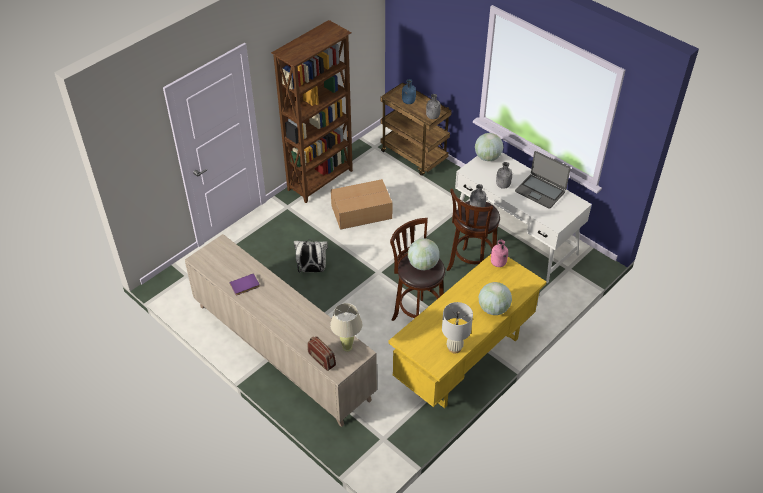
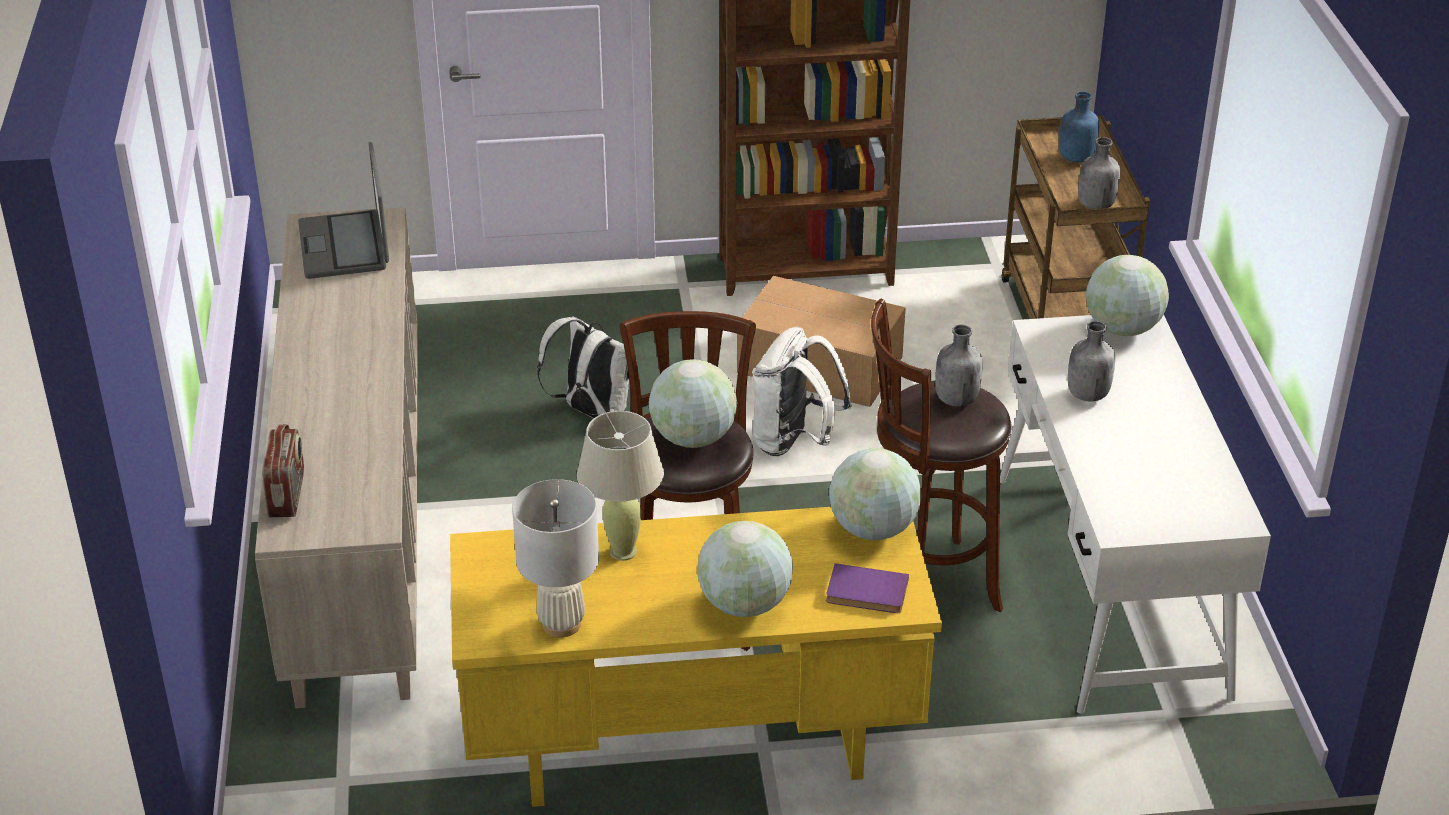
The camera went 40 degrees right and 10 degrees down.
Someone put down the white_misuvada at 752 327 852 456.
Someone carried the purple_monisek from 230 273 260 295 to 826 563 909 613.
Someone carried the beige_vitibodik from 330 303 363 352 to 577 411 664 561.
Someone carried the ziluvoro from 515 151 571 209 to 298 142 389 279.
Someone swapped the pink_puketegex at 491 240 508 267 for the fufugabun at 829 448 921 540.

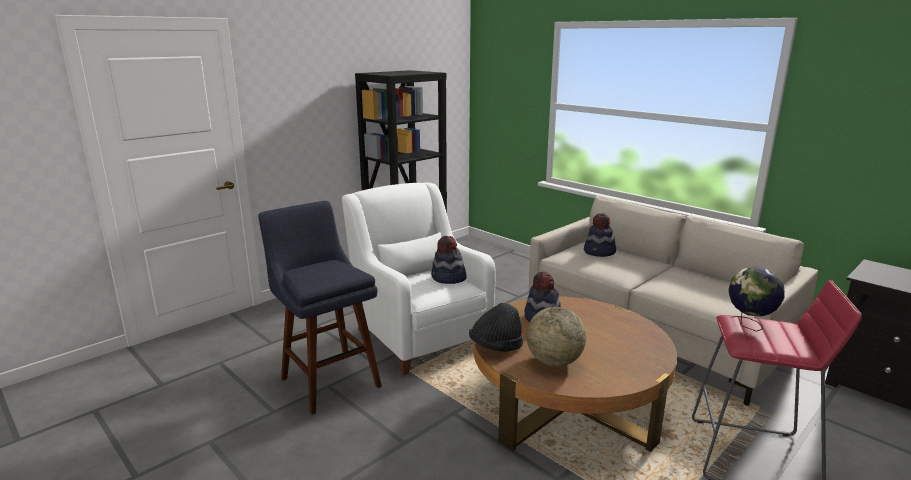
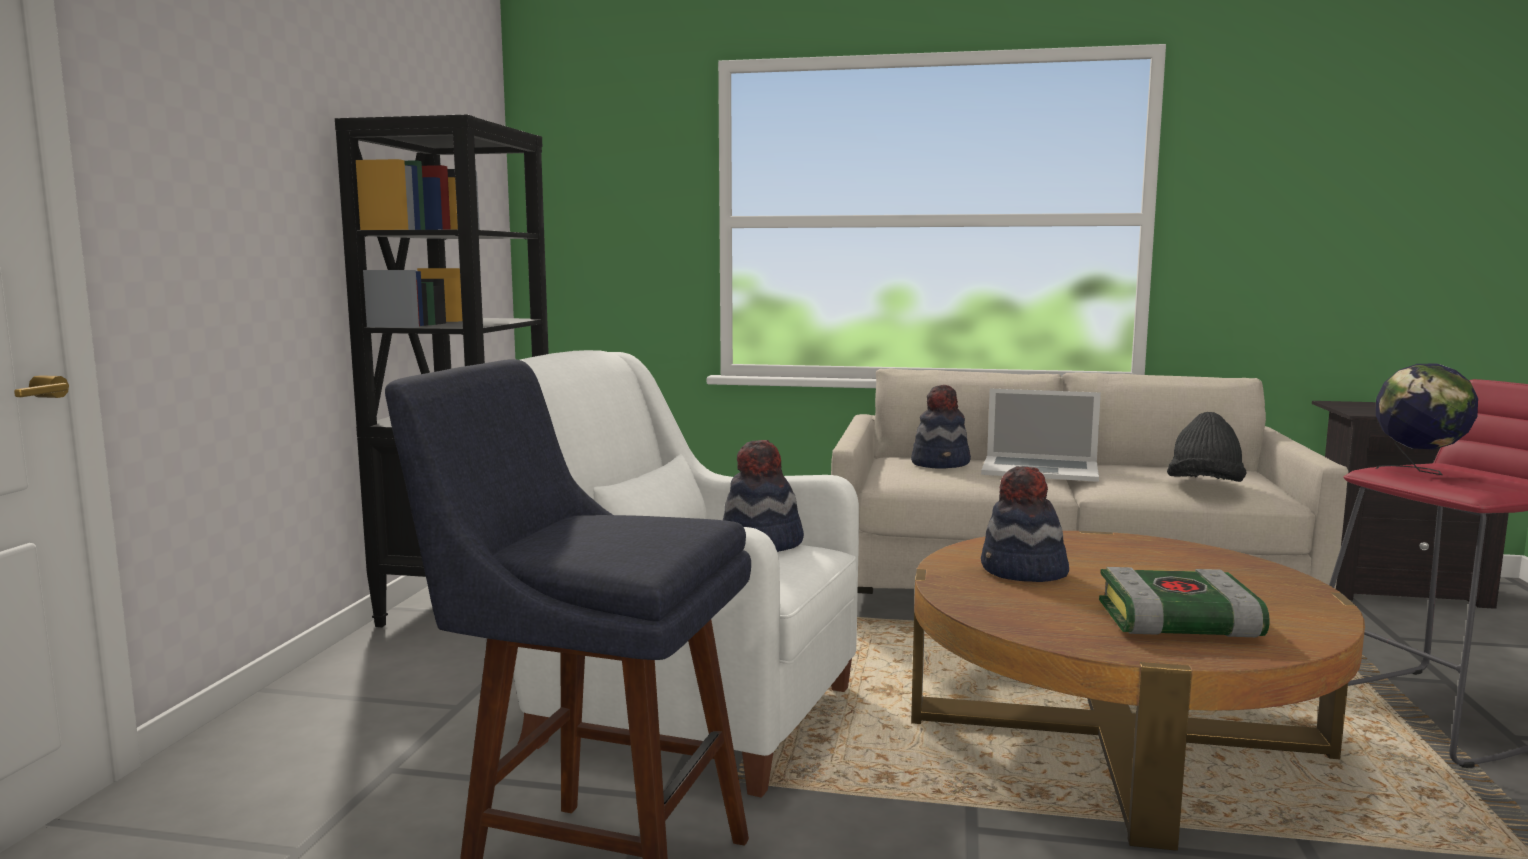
The camera went 35 degrees left and 10 degrees down.
Someone put down the ziluvoro at 981 389 1101 482.
Someone carried the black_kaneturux from 469 303 523 352 to 1167 412 1247 482.
Someone swapped the fufugabun at 526 307 586 367 for the monisek at 1099 567 1270 637.

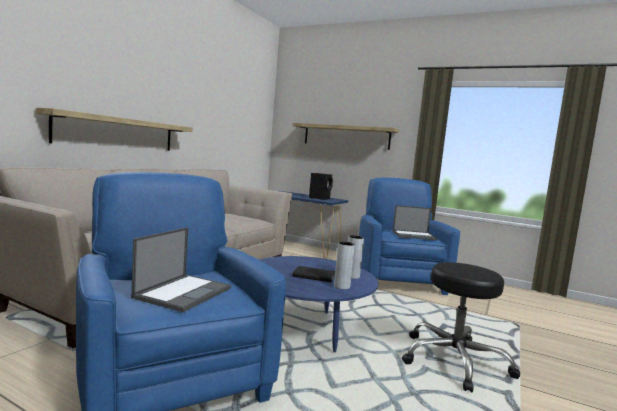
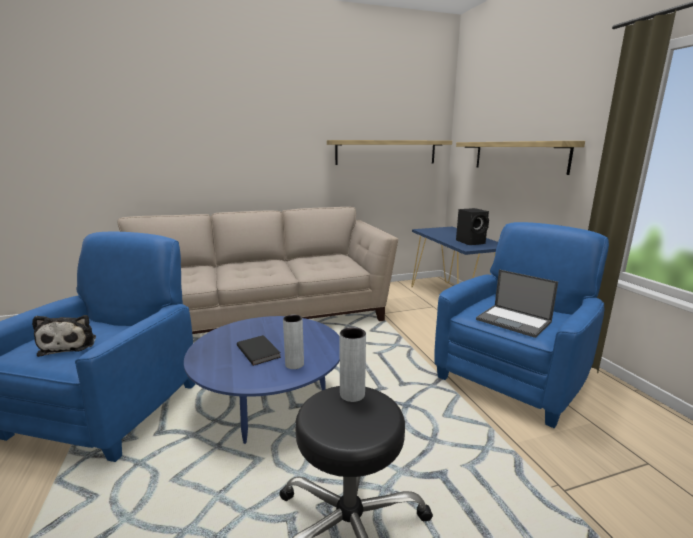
The camera went 45 degrees right and 10 degrees up.
Someone carried the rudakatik from 36 108 193 151 to 327 140 452 165.
Someone carried the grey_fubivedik from 334 242 355 289 to 339 327 366 402.
Someone swapped the ziluvoro at 131 227 231 312 for the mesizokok at 32 315 96 357.

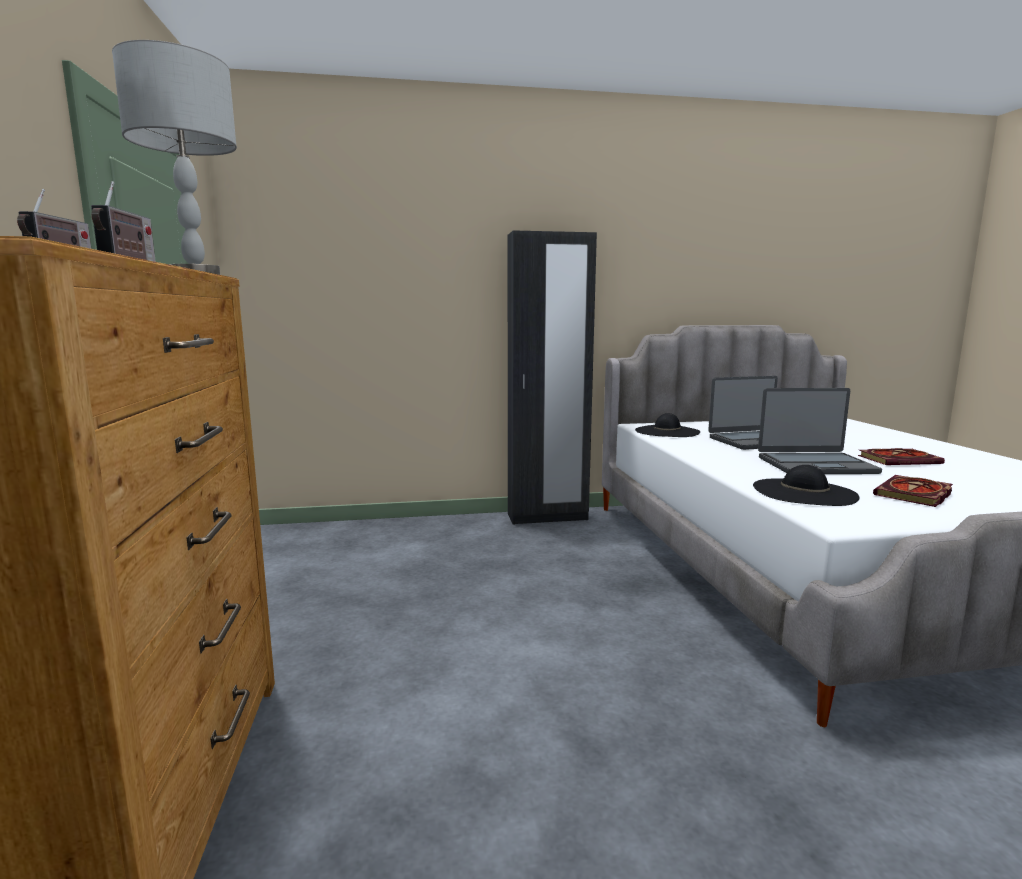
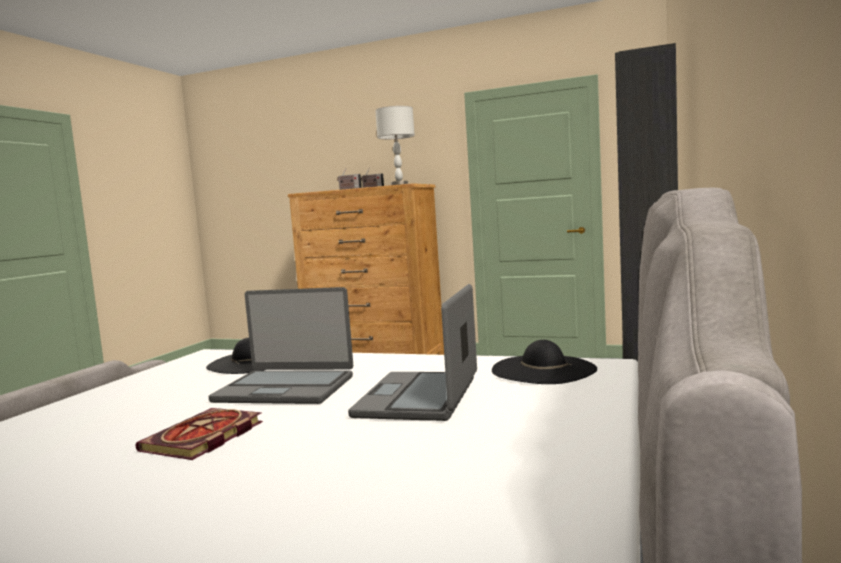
The camera went 120 degrees right and 5 degrees down.
Someone took away the monisek at 873 475 953 507.
Someone rotated the ziluvoro at 758 388 882 474 by 105 degrees counterclockwise.

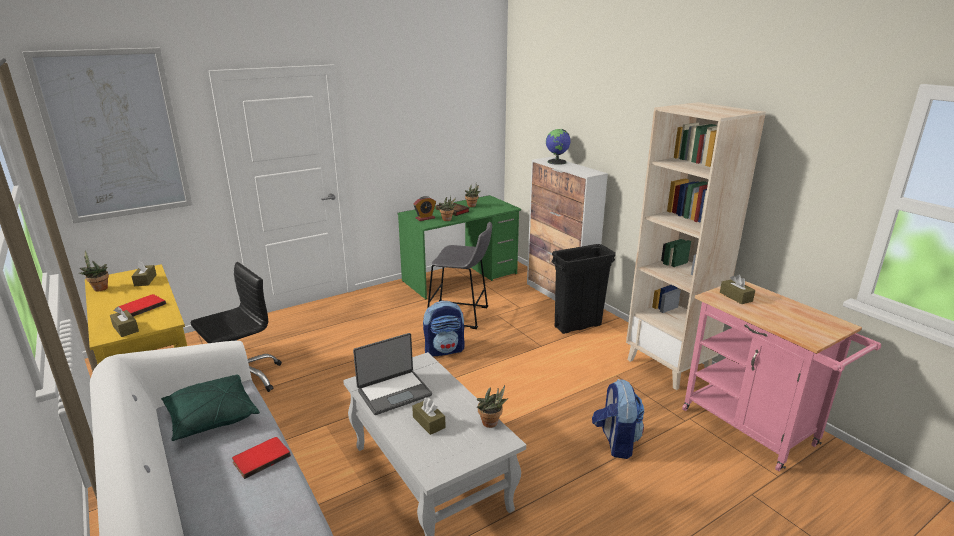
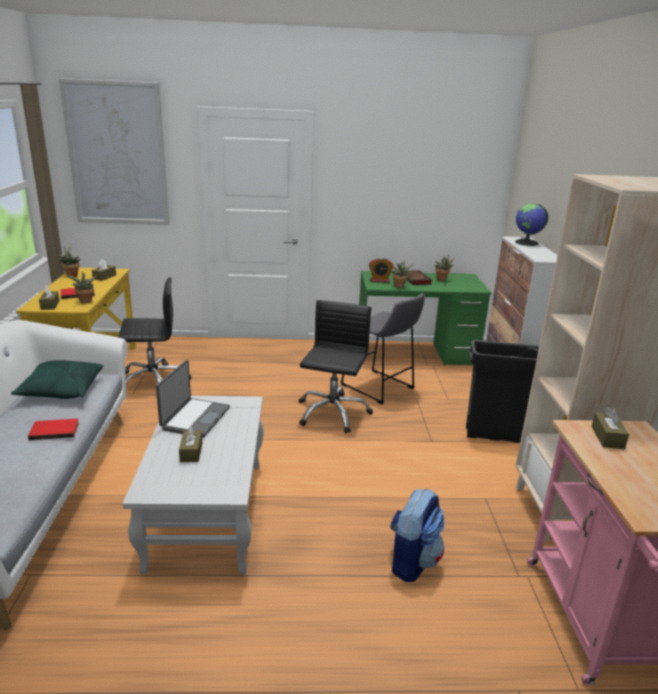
The camera went 30 degrees right and 0 degrees up.
Someone carried the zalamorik from 477 385 508 428 to 67 272 97 303.
Someone swapped the misuvada at 423 301 465 357 for the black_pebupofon at 299 300 373 434.
Someone rotated the ziluvoro at 353 333 432 415 by 75 degrees counterclockwise.

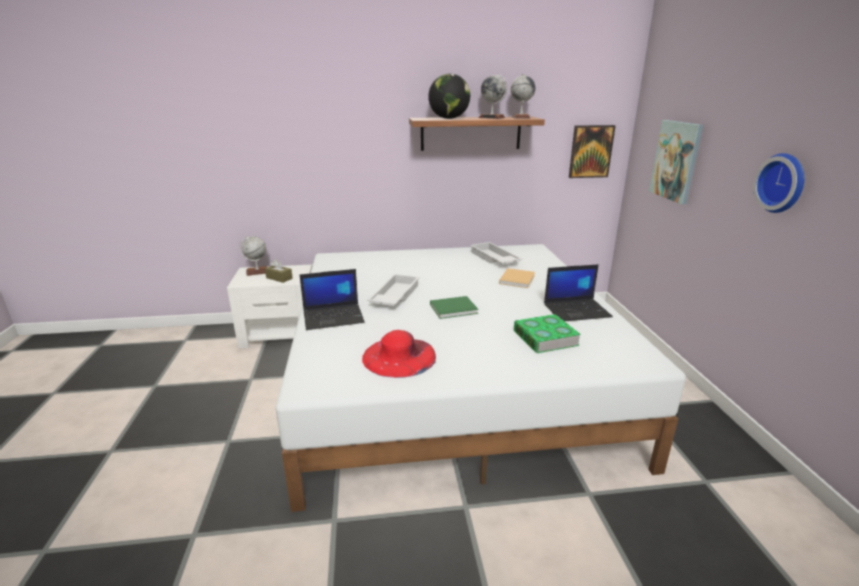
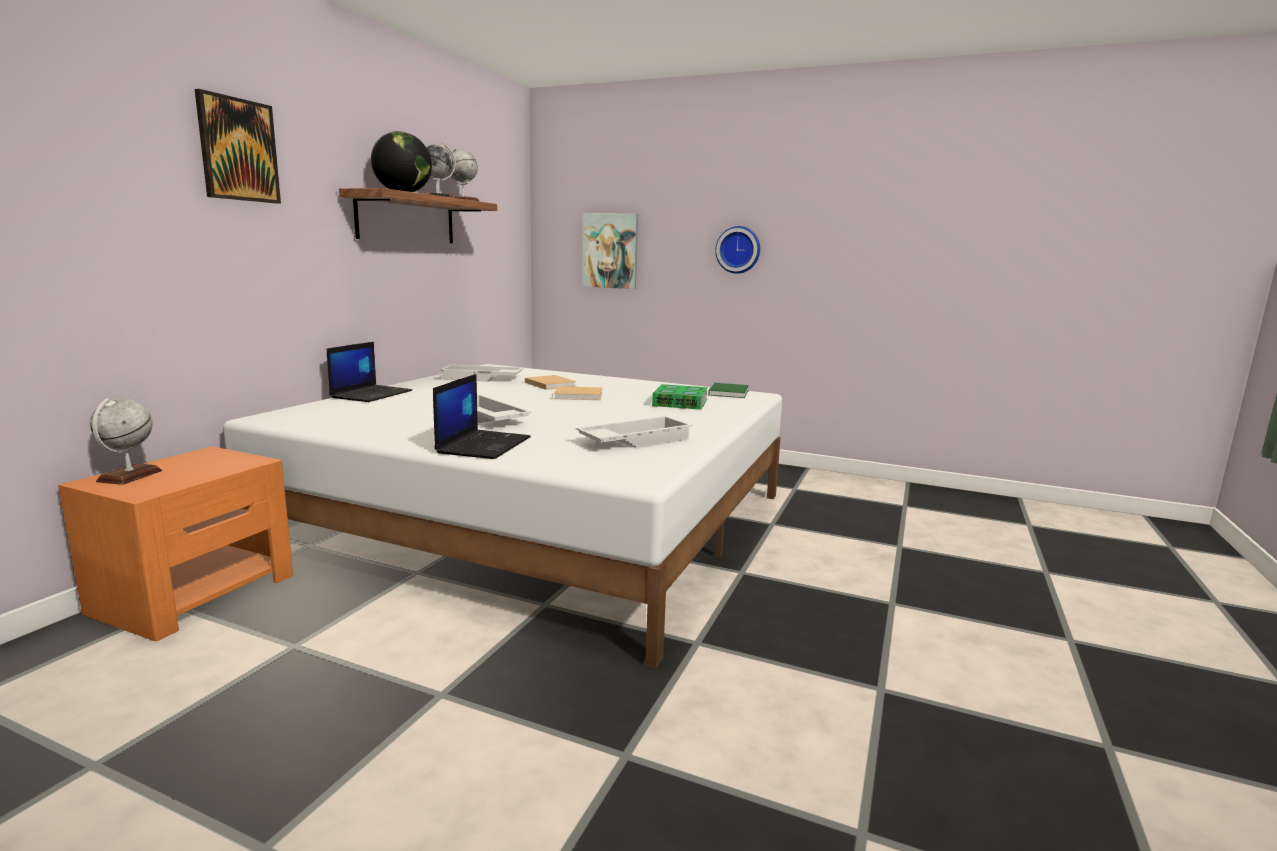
The camera went 60 degrees left and 10 degrees down.
Someone took away the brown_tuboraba at 265 259 293 283.
Someone put down the beige_monisek at 554 386 602 400.
Someone carried the green_monisek from 430 296 479 319 to 708 383 749 398.
Someone carried the ziluvoro from 544 264 613 321 to 327 342 412 402.
Someone carried the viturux from 569 125 616 178 to 195 89 281 204.
Someone swapped the red_kaneturux at 362 330 436 378 for the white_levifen at 576 416 693 448.
Someone repainted the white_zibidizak at 227 265 312 348, which became the orange_zibidizak at 58 446 293 641.

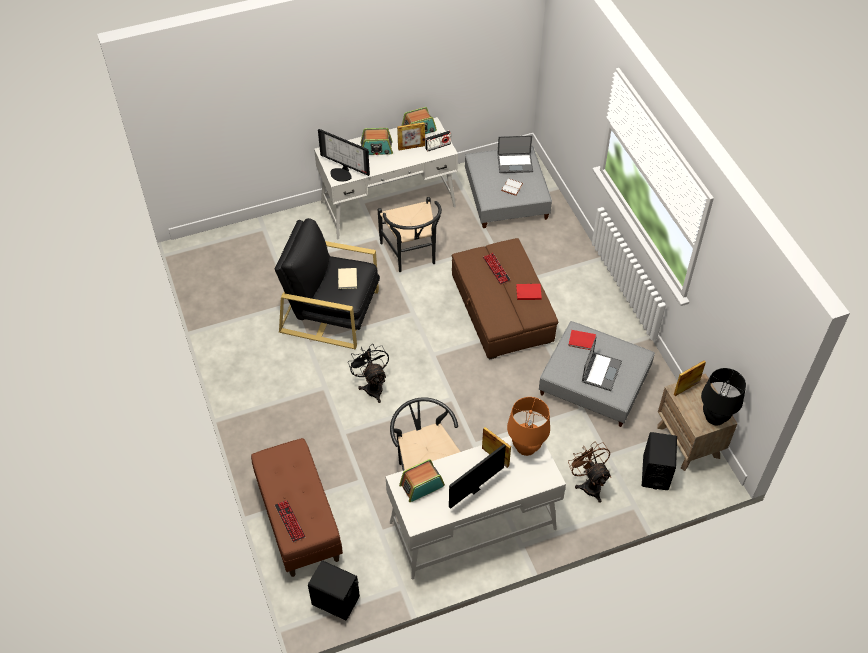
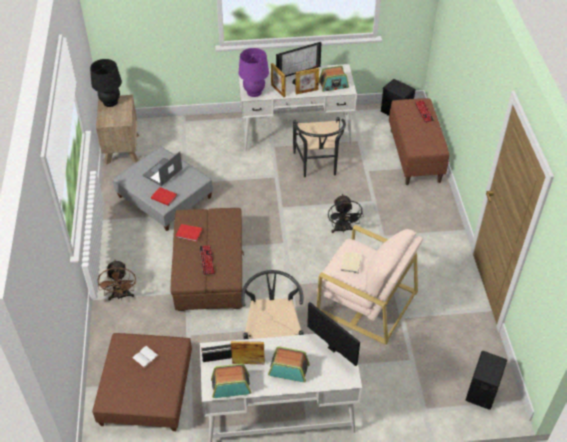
The camera went 165 degrees left and 5 degrees down.
Someone took away the ziluvoro at 497 136 533 173.
Someone carried the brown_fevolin from 569 442 611 503 to 98 260 136 300.
Someone carried the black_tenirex from 642 432 677 490 to 466 351 507 410.
Someone carried the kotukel from 674 360 706 396 to 295 68 319 94.
Someone repainted the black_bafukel at 275 218 380 349, which became the beige_bafukel at 317 225 423 345.
Someone repainted the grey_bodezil at 465 146 552 228, which became the brown_bodezil at 92 333 192 431.
Someone repainted the orange_vitibodik at 507 397 550 456, which became the purple_vitibodik at 239 48 269 97.

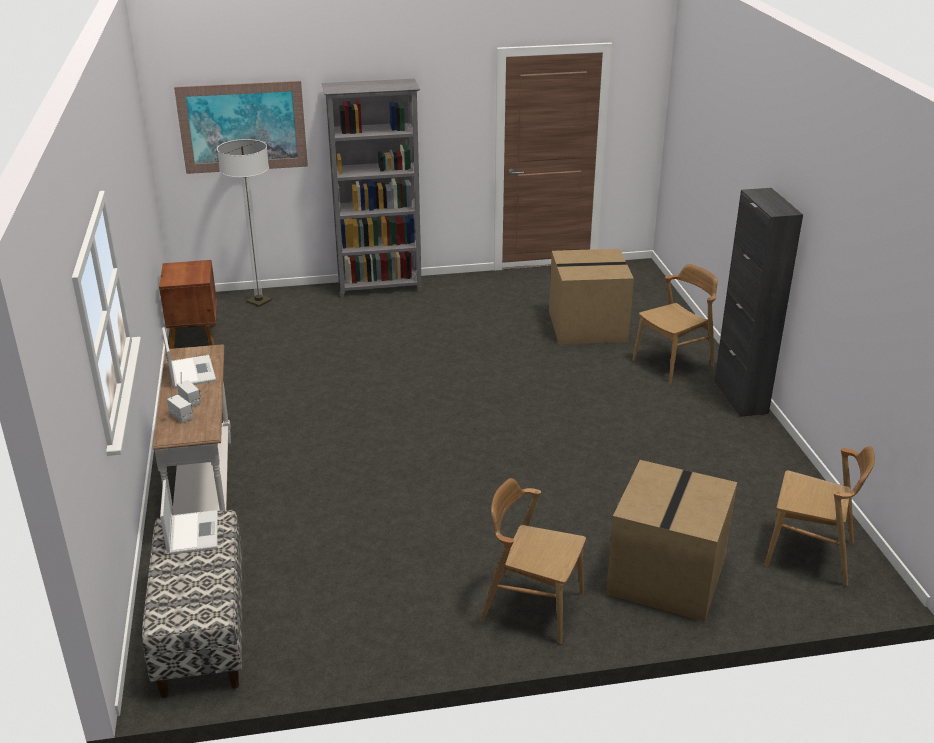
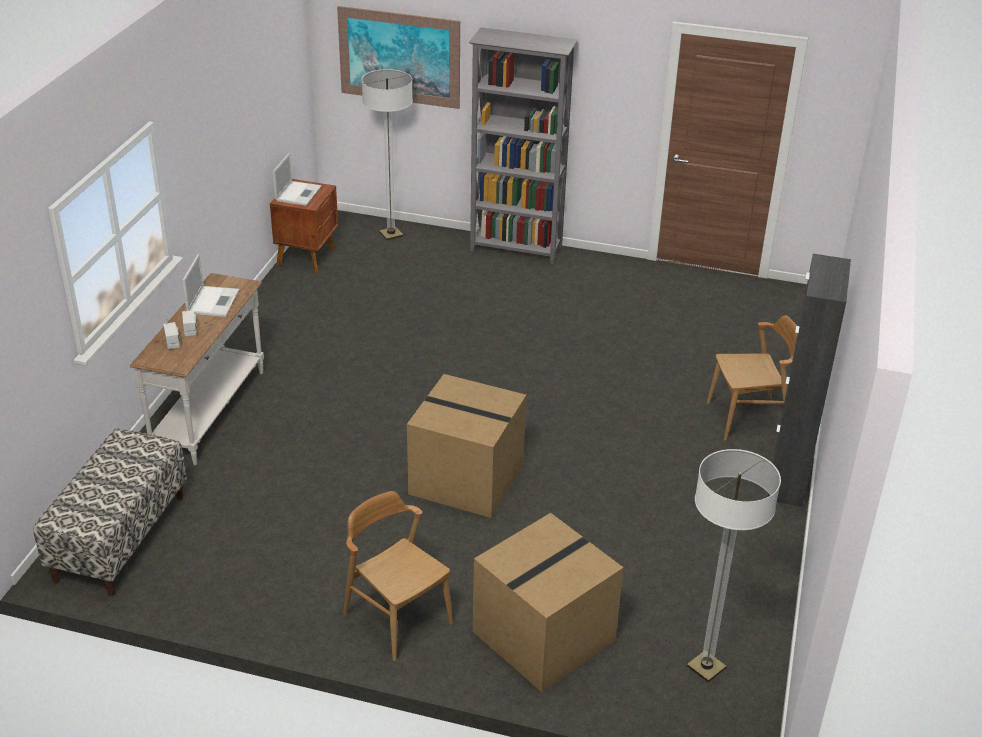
The camera went 25 degrees right and 5 degrees up.
Someone carried the ziluvoro from 160 480 218 555 to 273 153 322 206.
Someone carried the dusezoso from 549 249 634 344 to 407 374 526 518.
Someone swapped the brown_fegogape at 765 446 875 586 for the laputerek at 687 449 781 682.

